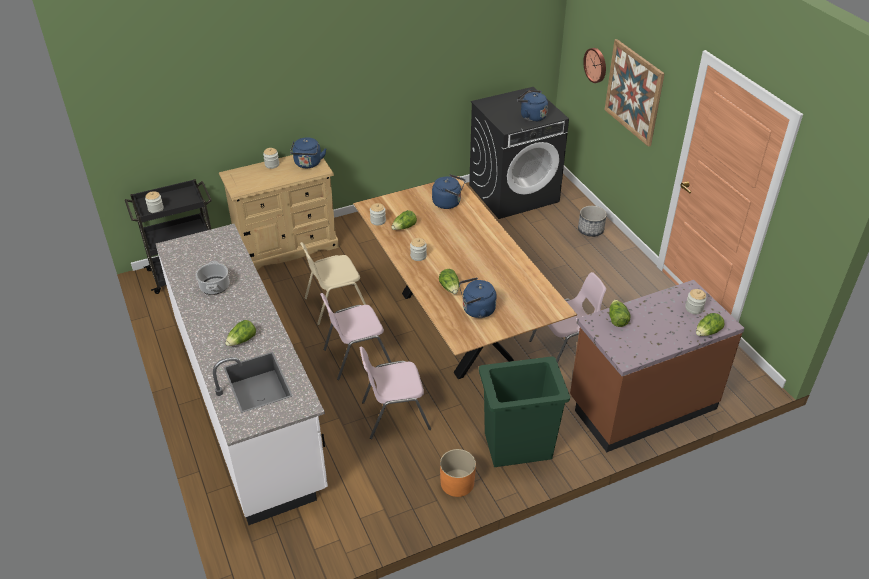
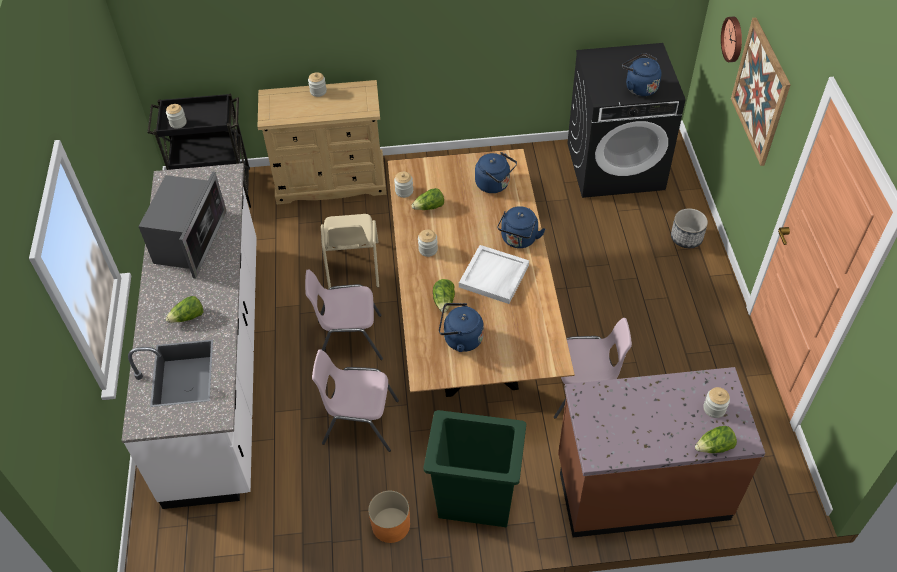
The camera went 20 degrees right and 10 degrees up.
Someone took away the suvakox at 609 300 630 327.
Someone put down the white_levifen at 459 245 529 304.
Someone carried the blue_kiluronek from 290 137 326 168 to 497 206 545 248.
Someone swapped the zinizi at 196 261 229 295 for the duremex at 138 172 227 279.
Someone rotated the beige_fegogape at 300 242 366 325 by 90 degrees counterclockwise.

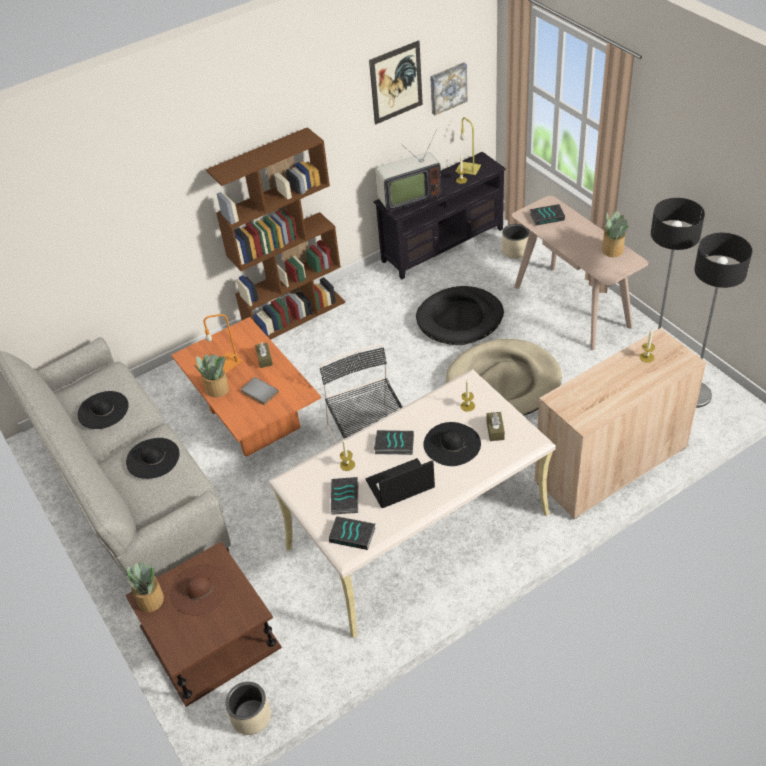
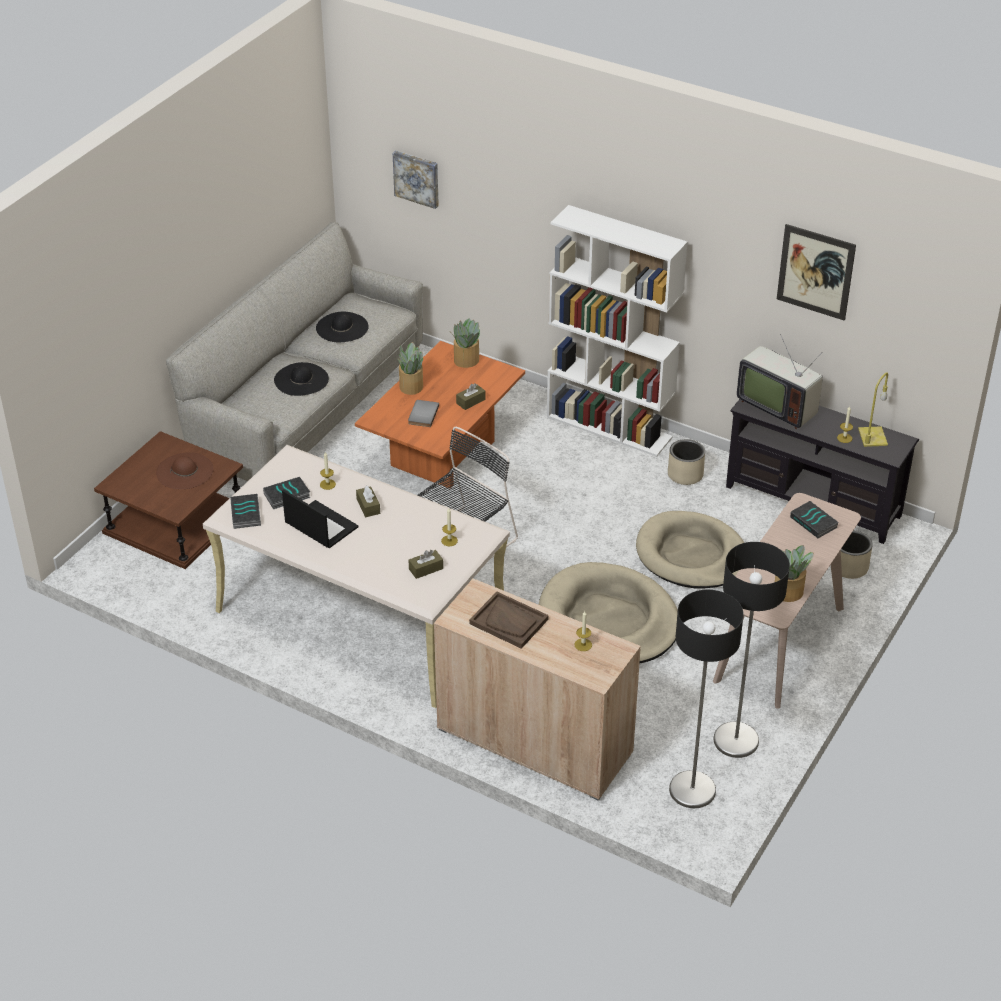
The camera went 60 degrees right and 5 degrees down.
Someone took away the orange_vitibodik at 204 314 242 374.
Someone took away the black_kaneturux at 423 422 481 466.
Someone put down the brown_levifen at 469 592 549 649.
Someone carried the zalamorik from 127 561 164 612 to 451 318 480 368.
Someone carried the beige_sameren from 225 682 271 735 to 668 439 705 485.
Someone carried the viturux from 430 62 467 115 to 393 151 439 209.
Someone swapped the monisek at 374 430 414 455 for the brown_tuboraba at 356 486 380 517.
Someone repainted the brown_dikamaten at 206 127 345 340, which became the white_dikamaten at 547 205 688 457.
Someone repainted the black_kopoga at 416 286 504 345, which became the beige_kopoga at 636 511 744 589.

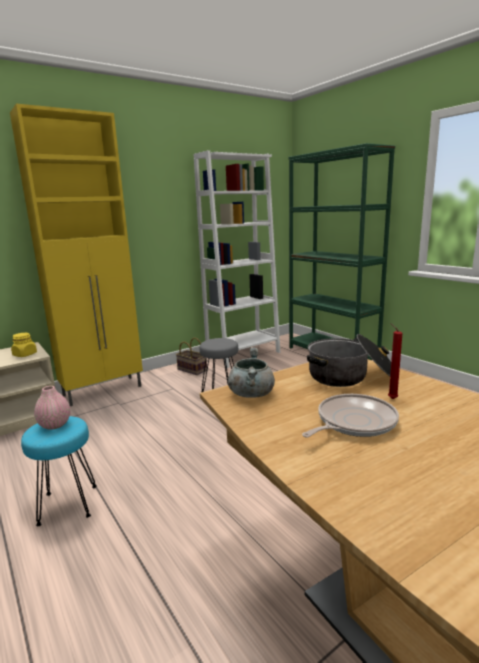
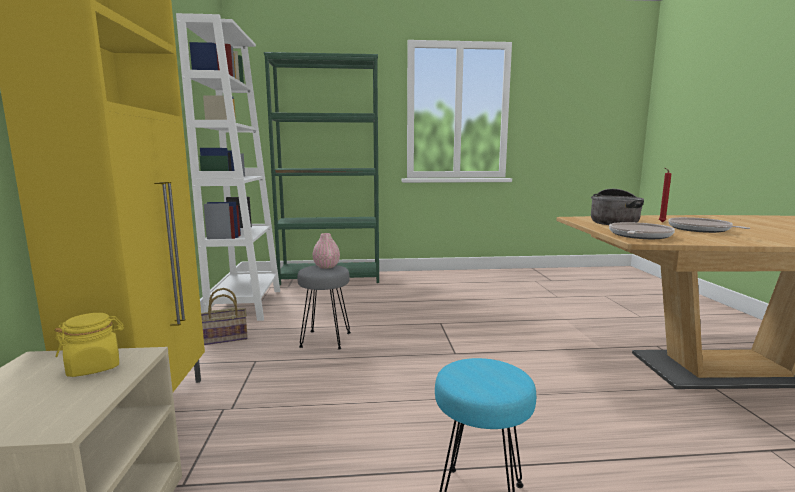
The camera went 60 degrees left and 5 degrees down.
Someone carried the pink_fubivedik from 34 386 70 430 to 313 233 340 269.
Someone swapped the grey_zinizi at 228 348 275 398 for the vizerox at 609 222 675 239.

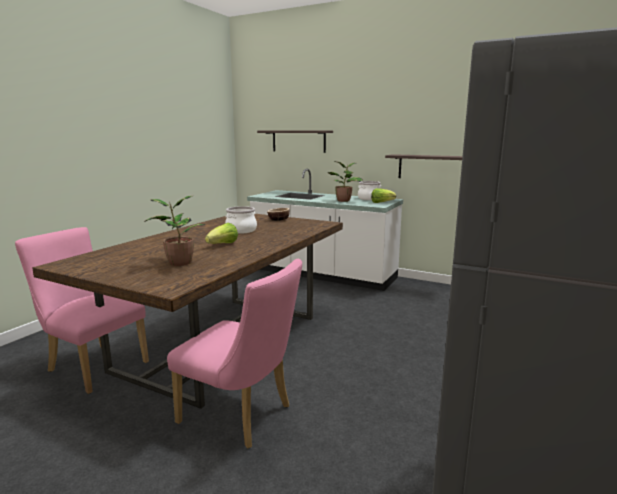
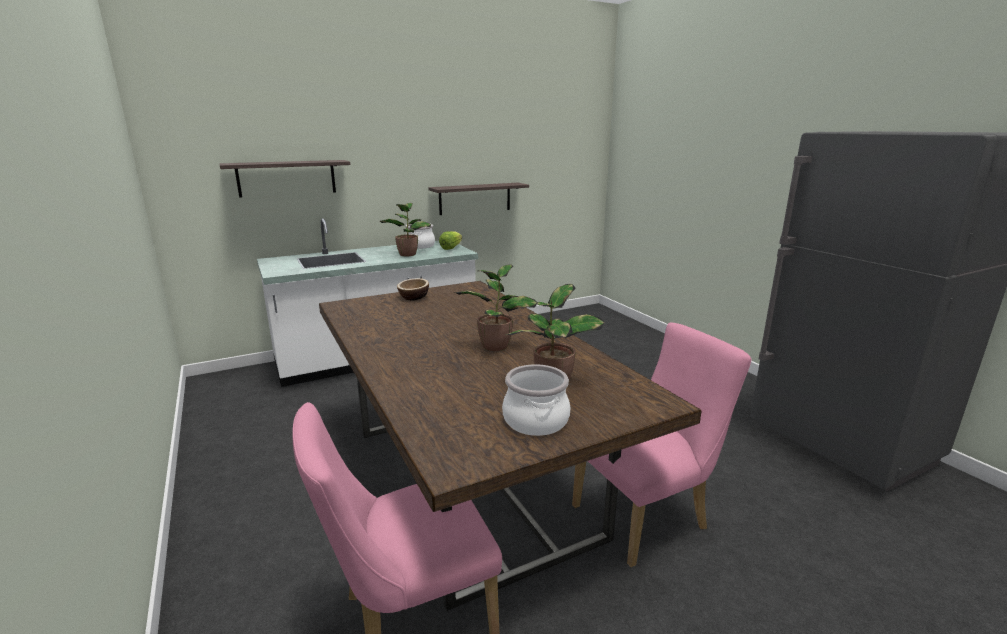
The camera went 55 degrees left and 5 degrees up.
Someone carried the zinizi from 225 206 257 234 to 502 364 570 436.
Someone swapped the suvakox at 205 223 238 244 for the zalamorik at 454 264 537 351.

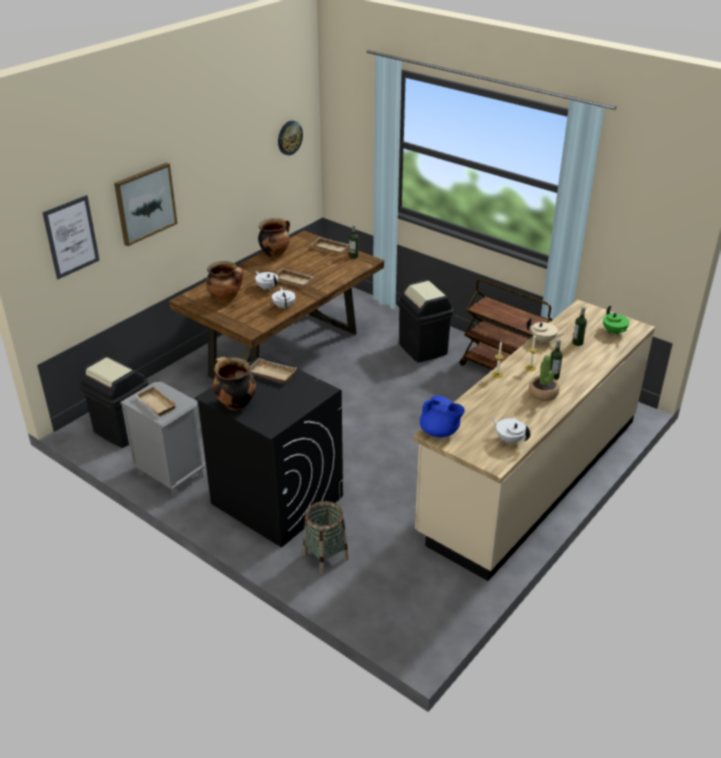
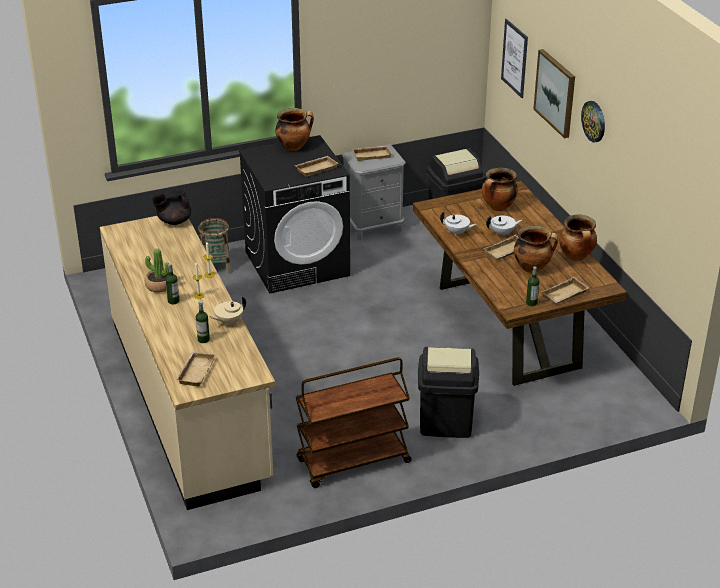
The camera went 120 degrees right and 0 degrees up.
Someone took away the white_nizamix at 491 418 530 444.
Someone put down the zinizi at 514 226 558 273.
Someone carried the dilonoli from 278 121 303 155 to 581 101 605 142.
Someone swapped the green_nizamix at 603 306 630 336 for the beige_levifen at 176 352 216 386.
Someone repainted the blue_nizamix at 420 395 465 438, which became the black_nizamix at 152 190 191 225.

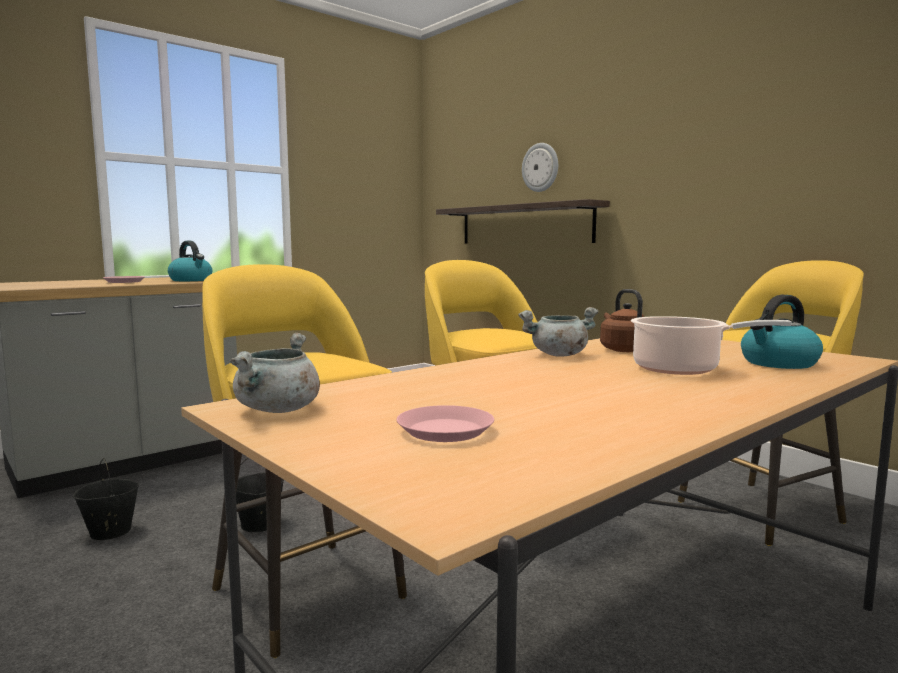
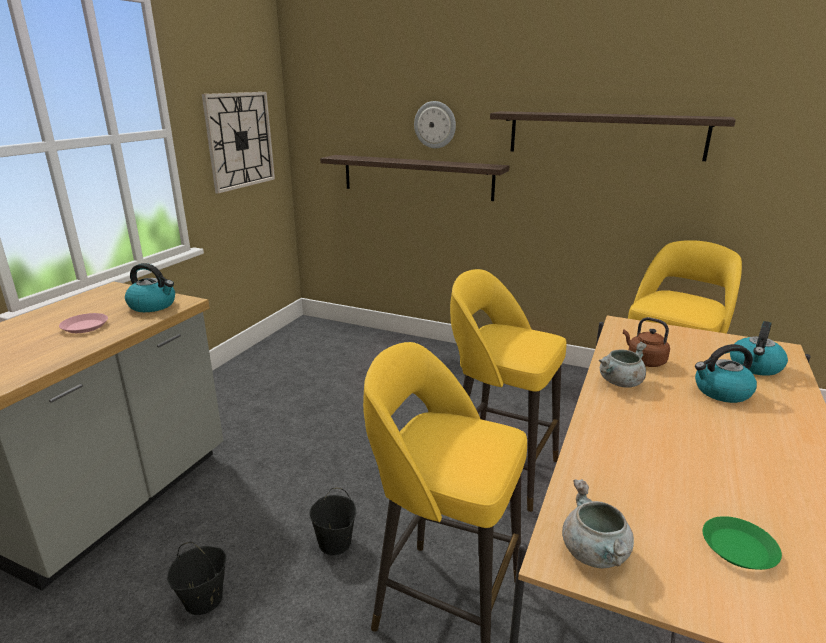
The camera went 25 degrees left and 15 degrees up.
Someone put up the dilonoli at 202 92 275 194.
Someone put up the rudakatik at 490 111 736 161.
Someone swapped the zinizi at 631 316 792 375 for the kiluronek at 695 344 757 403.
Someone repainted the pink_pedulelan at 397 405 494 442, which became the green_pedulelan at 703 516 782 570.

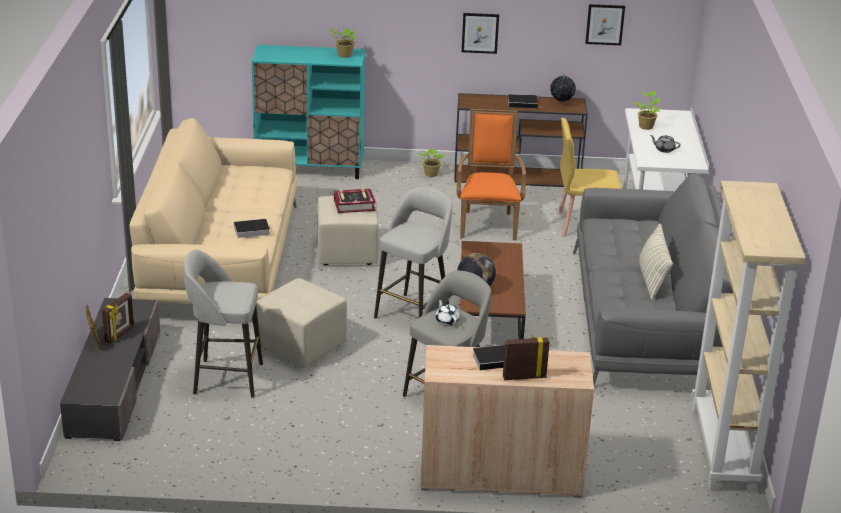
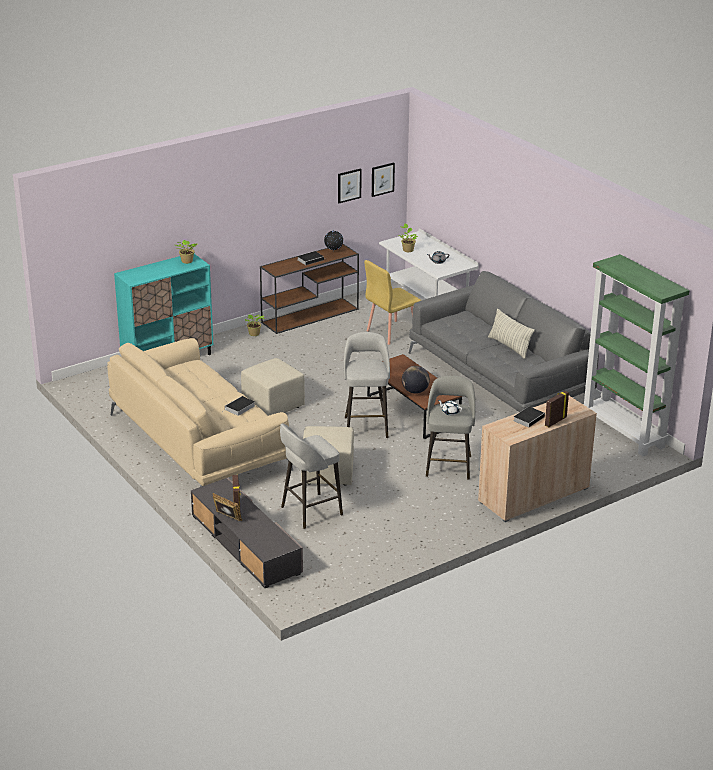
The camera went 35 degrees left and 0 degrees up.
Someone took away the monisek at 334 188 376 213.
Someone took away the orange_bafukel at 457 109 526 240.
Someone carried the viturux from 462 13 499 54 to 372 163 395 197.
Someone repainted the beige_dikamaten at 692 181 806 493, which became the green_dikamaten at 583 254 689 456.

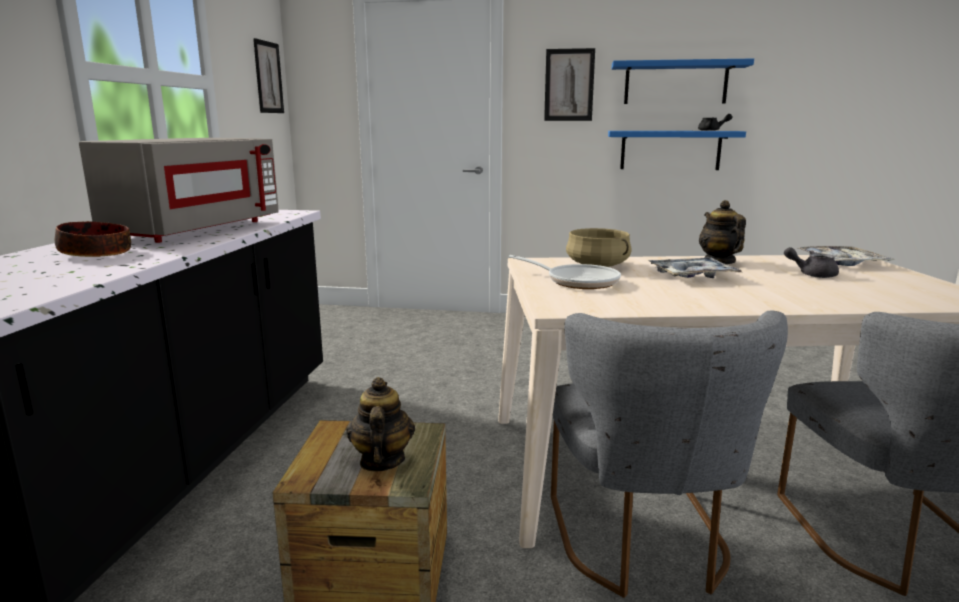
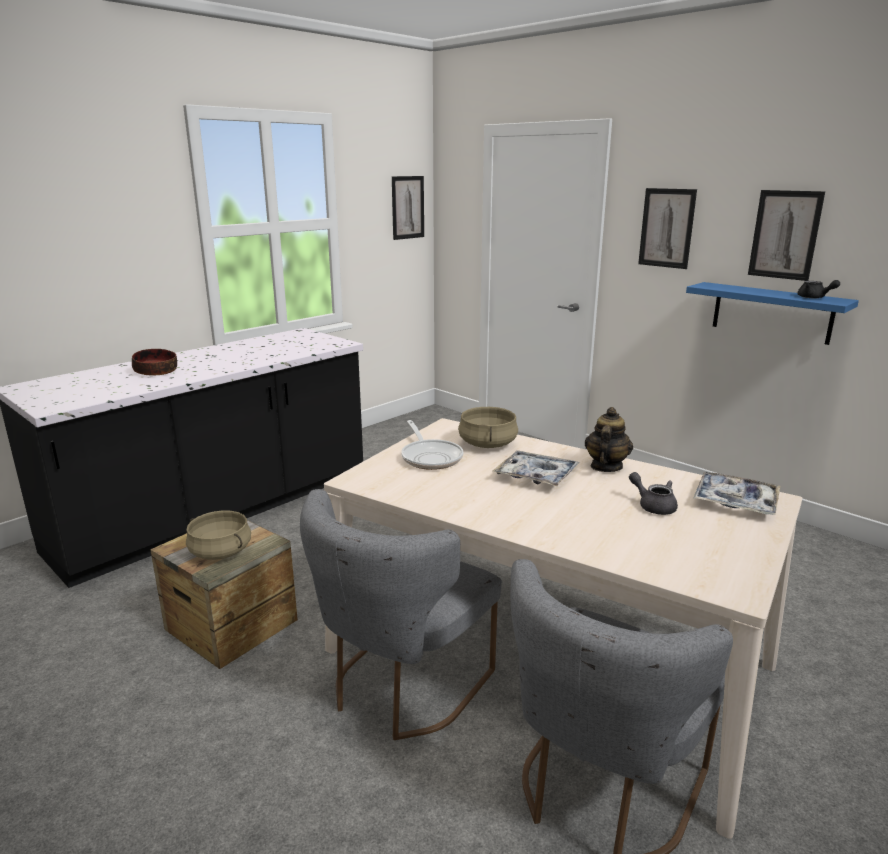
The camera went 35 degrees right and 5 degrees up.
Someone took away the grey_duremex at 79 138 279 243.
Someone swapped the nizamix at 346 377 415 472 for the beige_zinizi at 186 510 251 560.
Someone swapped the blue_rudakatik at 612 58 754 104 for the viturux at 748 190 825 281.

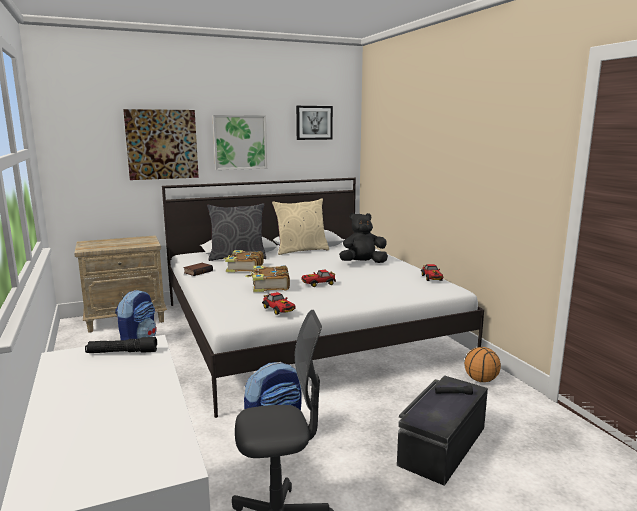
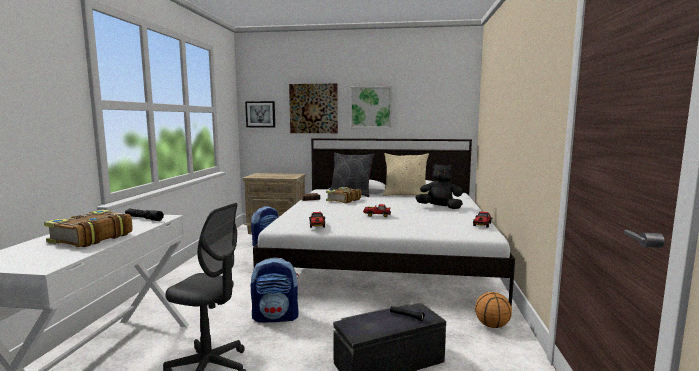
The camera went 30 degrees right and 5 degrees down.
Someone carried the monisek from 245 265 290 292 to 44 210 133 247.
Someone carried the viturux from 296 106 333 140 to 245 101 275 127.

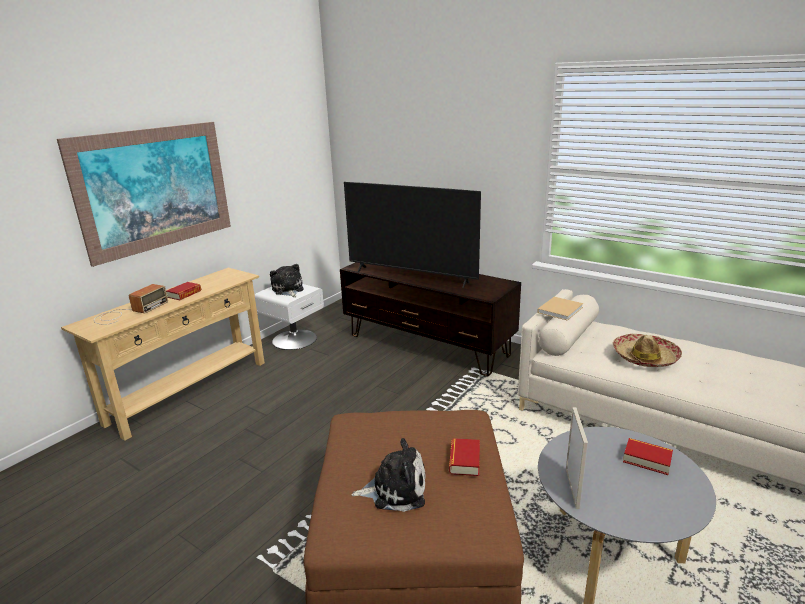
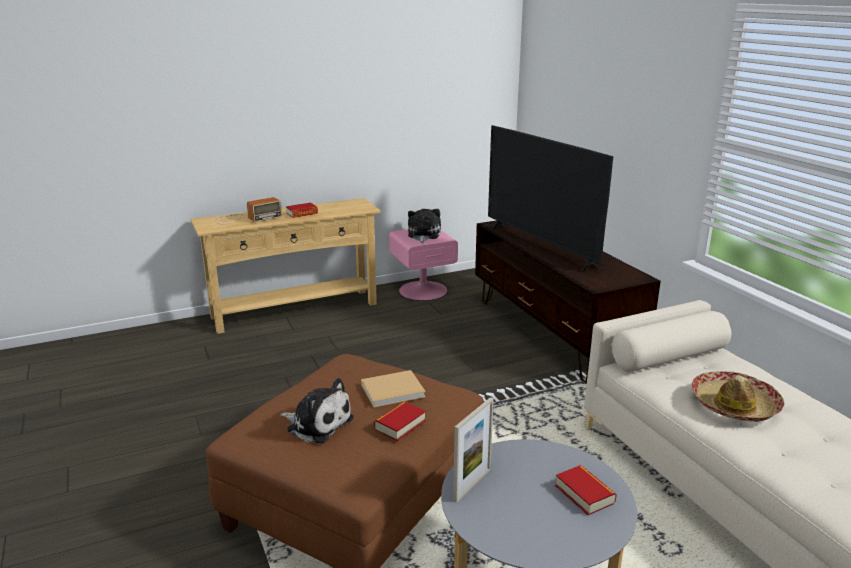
The camera went 30 degrees right and 0 degrees up.
Someone took away the viturux at 57 122 231 267.
Someone carried the beige_monisek from 537 297 584 321 to 361 370 426 408.
Someone repainted the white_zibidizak at 255 284 324 350, which became the pink_zibidizak at 389 229 458 301.

